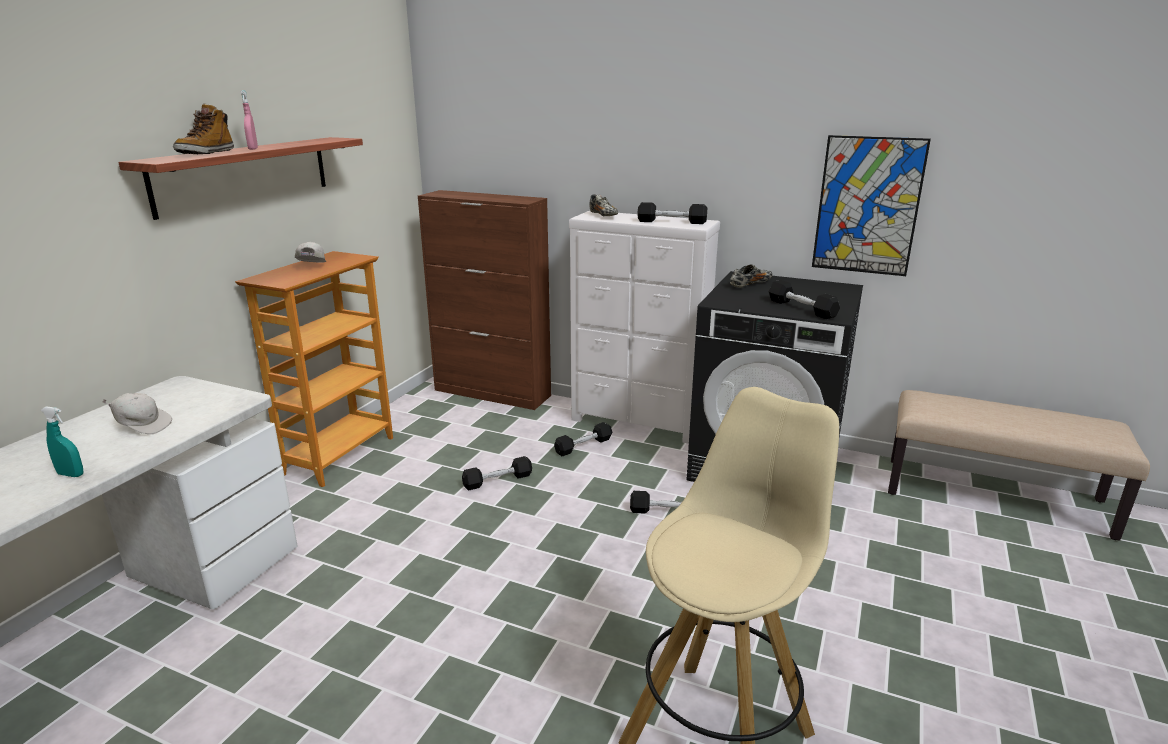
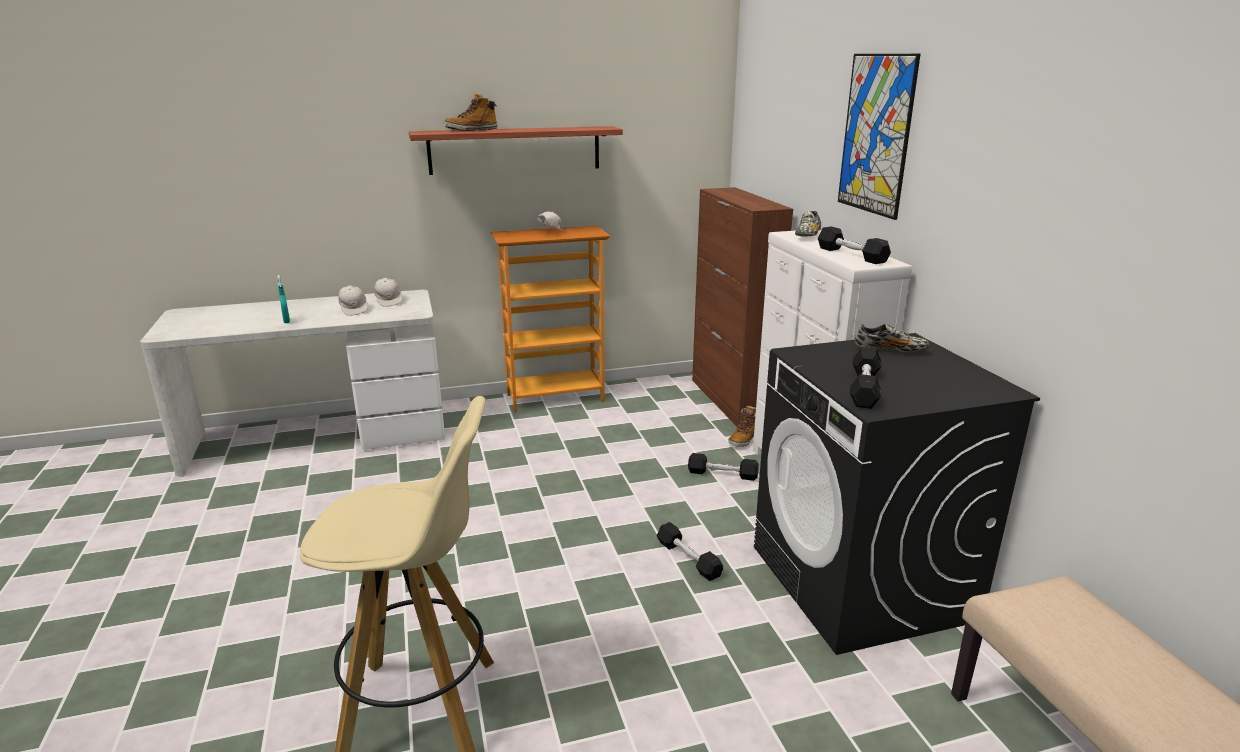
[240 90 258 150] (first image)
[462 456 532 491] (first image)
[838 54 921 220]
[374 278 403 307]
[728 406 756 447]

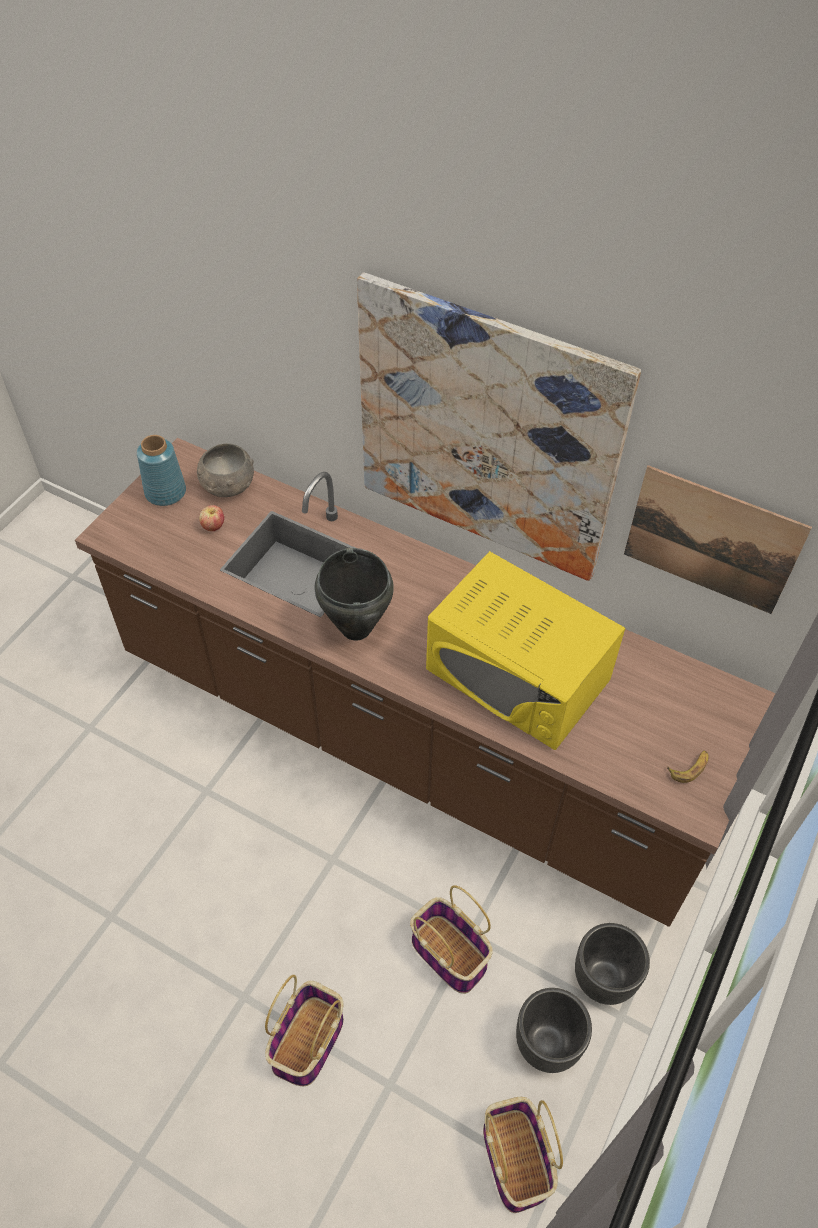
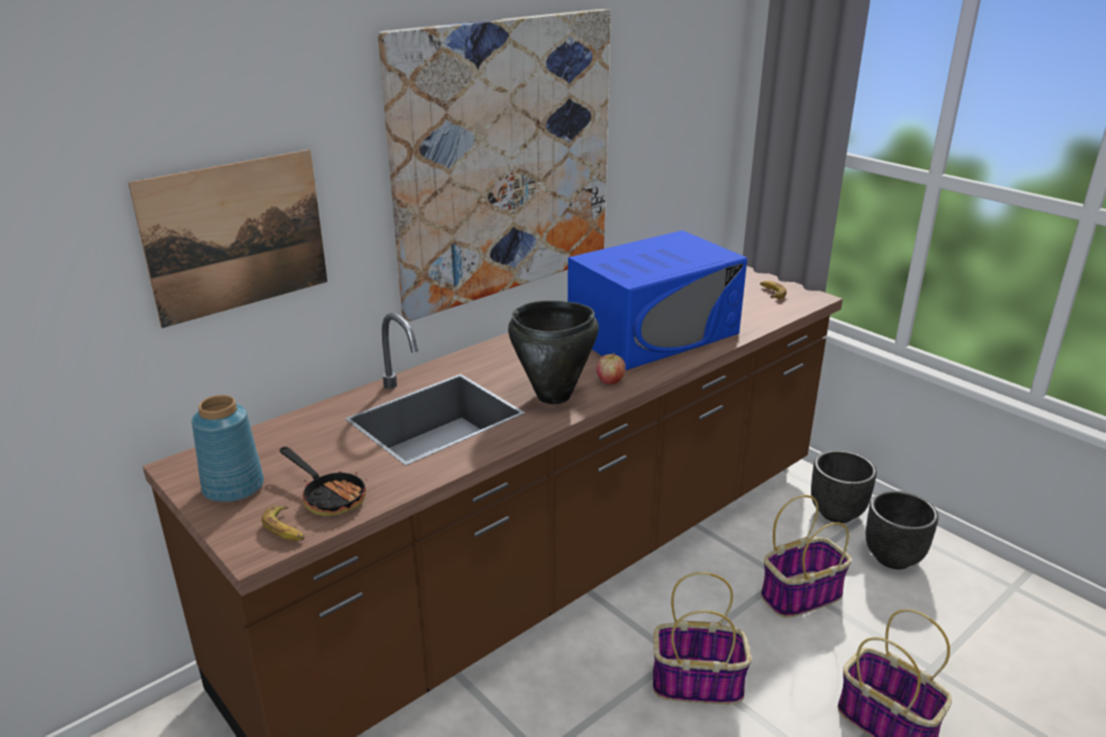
[197 443 254 497] (first image)
[597 352 626 384]
[568 230 747 370]
[653 572 752 704]
[128 150 328 328]
[262 506 304 541]
[280 447 368 516]

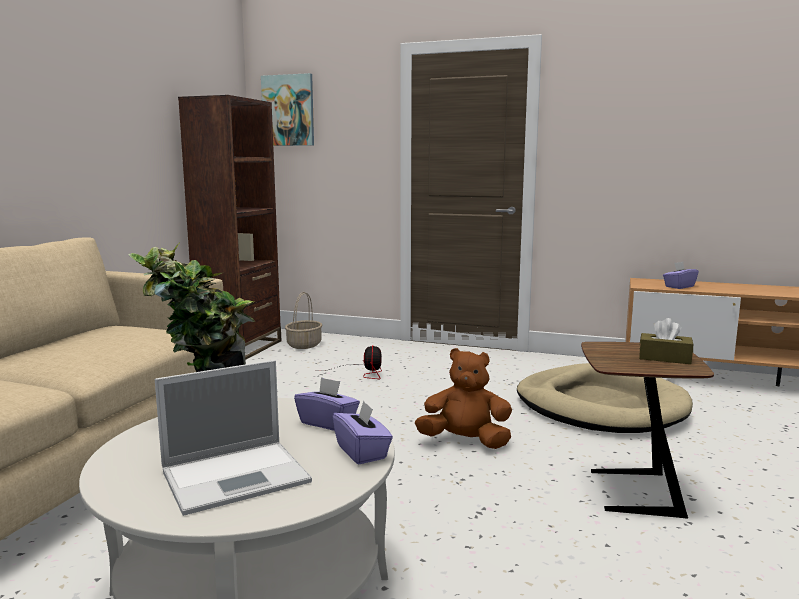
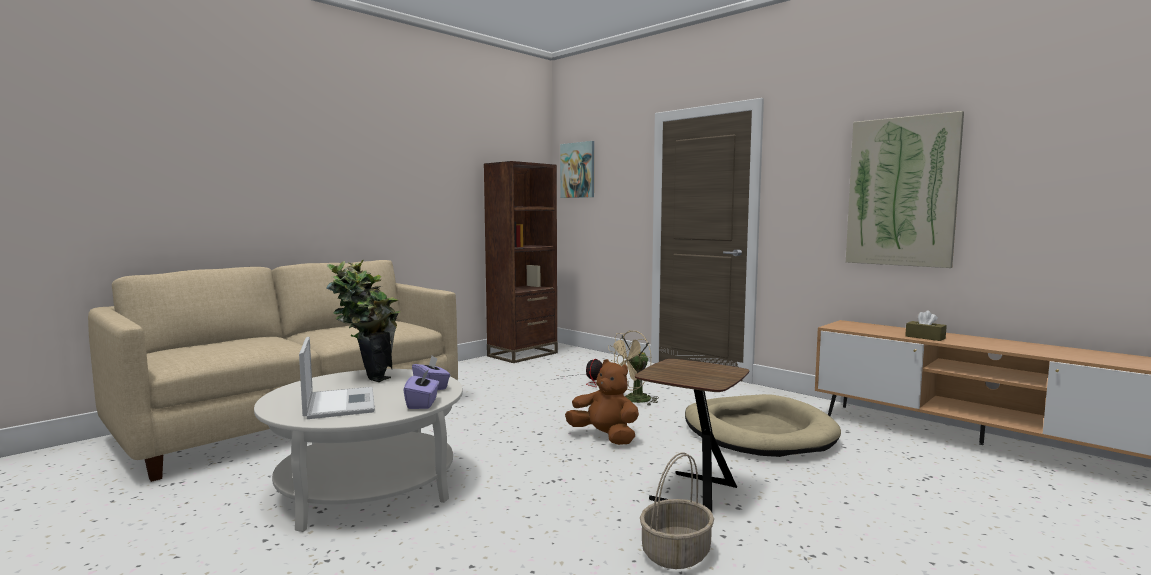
[299 337 375 419]
[640 452 714 569]
[905 310 947 341]
[663 262 699 289] (first image)
[608 331 659 405]
[846 111 964 268]

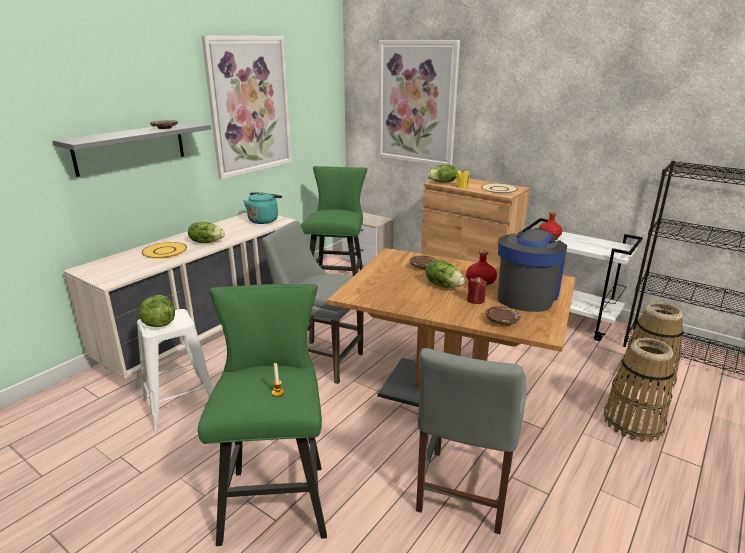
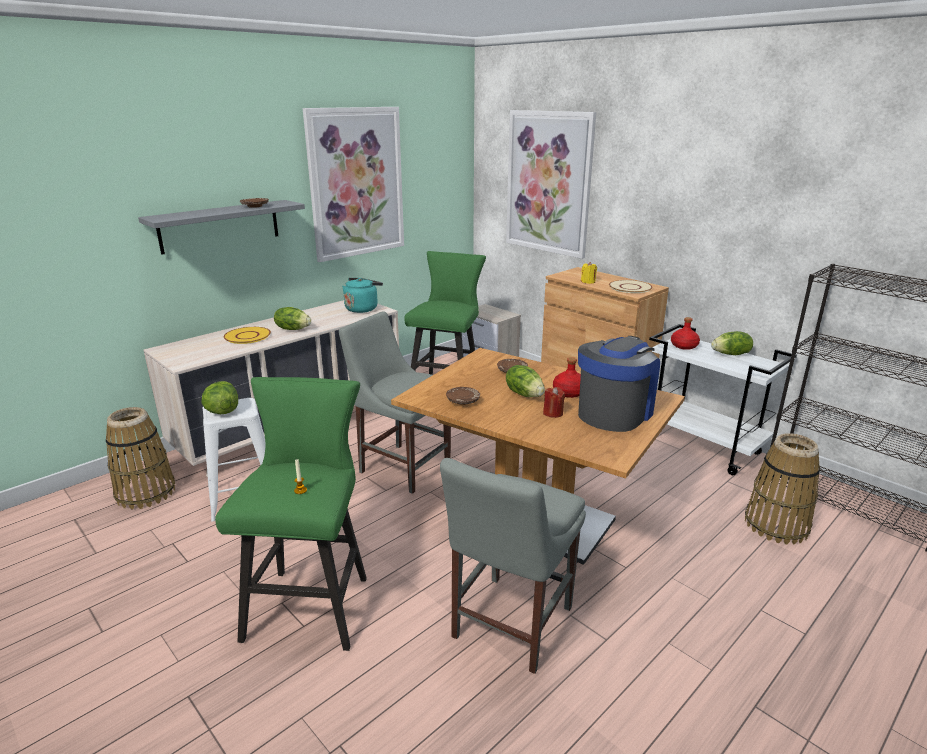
[711 331 753 355]
[446 387 480 405]
[106 407 176 510]

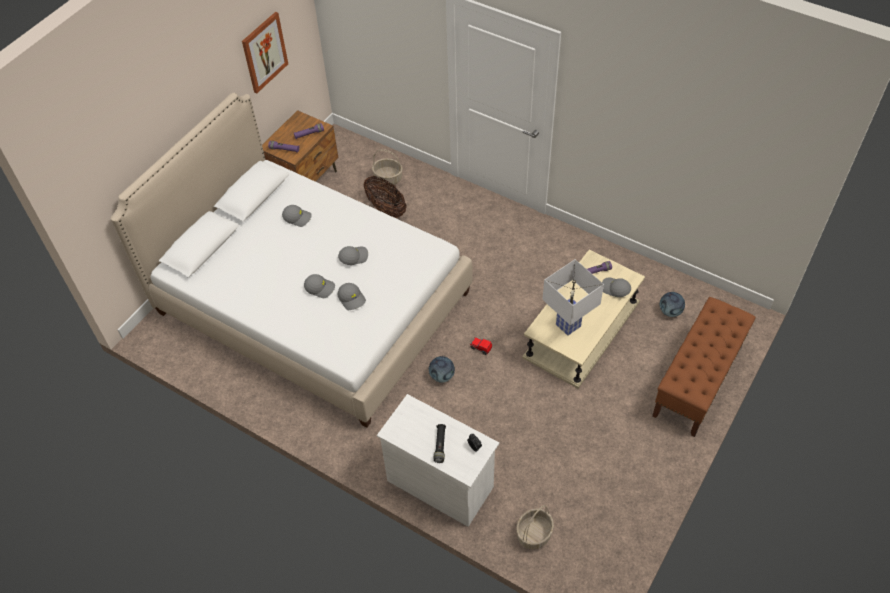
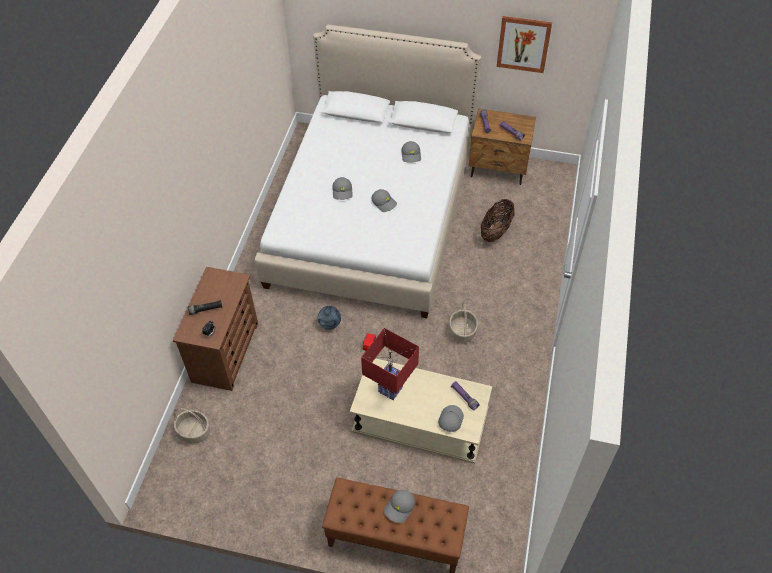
[384 490 415 523]
[449 302 478 343]
[173 267 258 391]
[361 328 419 400]
[660 292 685 317] (first image)

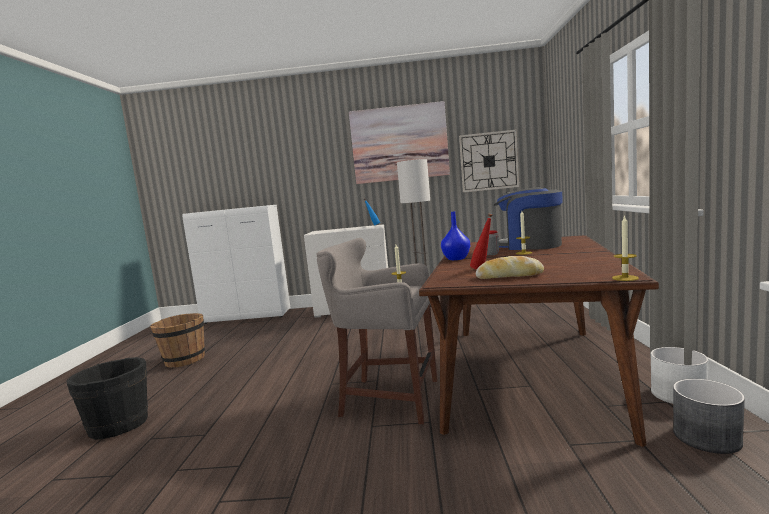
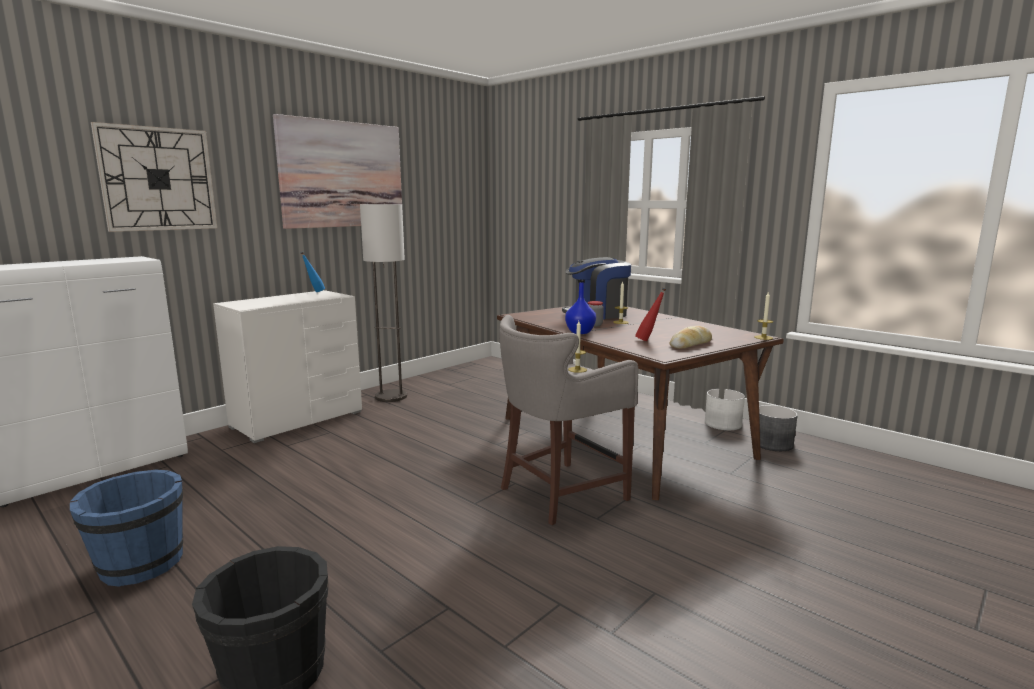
[70 469 183 587]
[91 122 217 232]

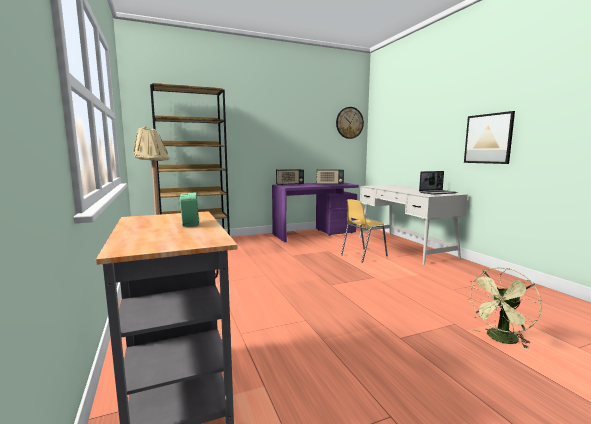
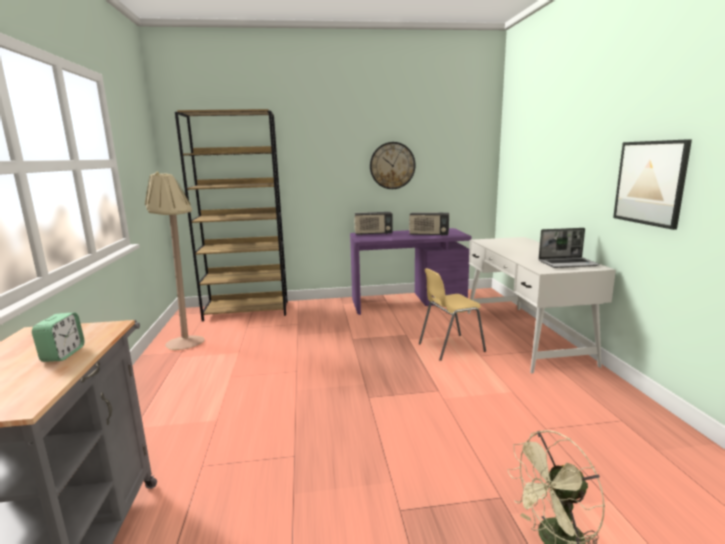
[370 142 415 189]

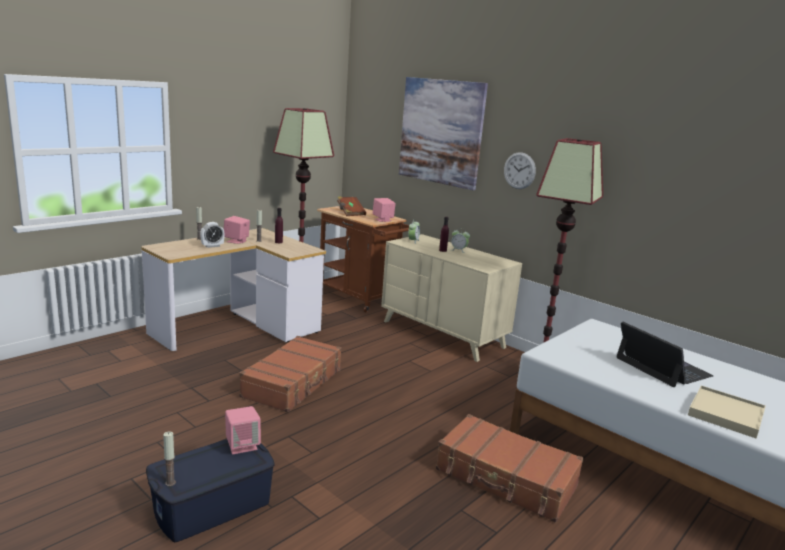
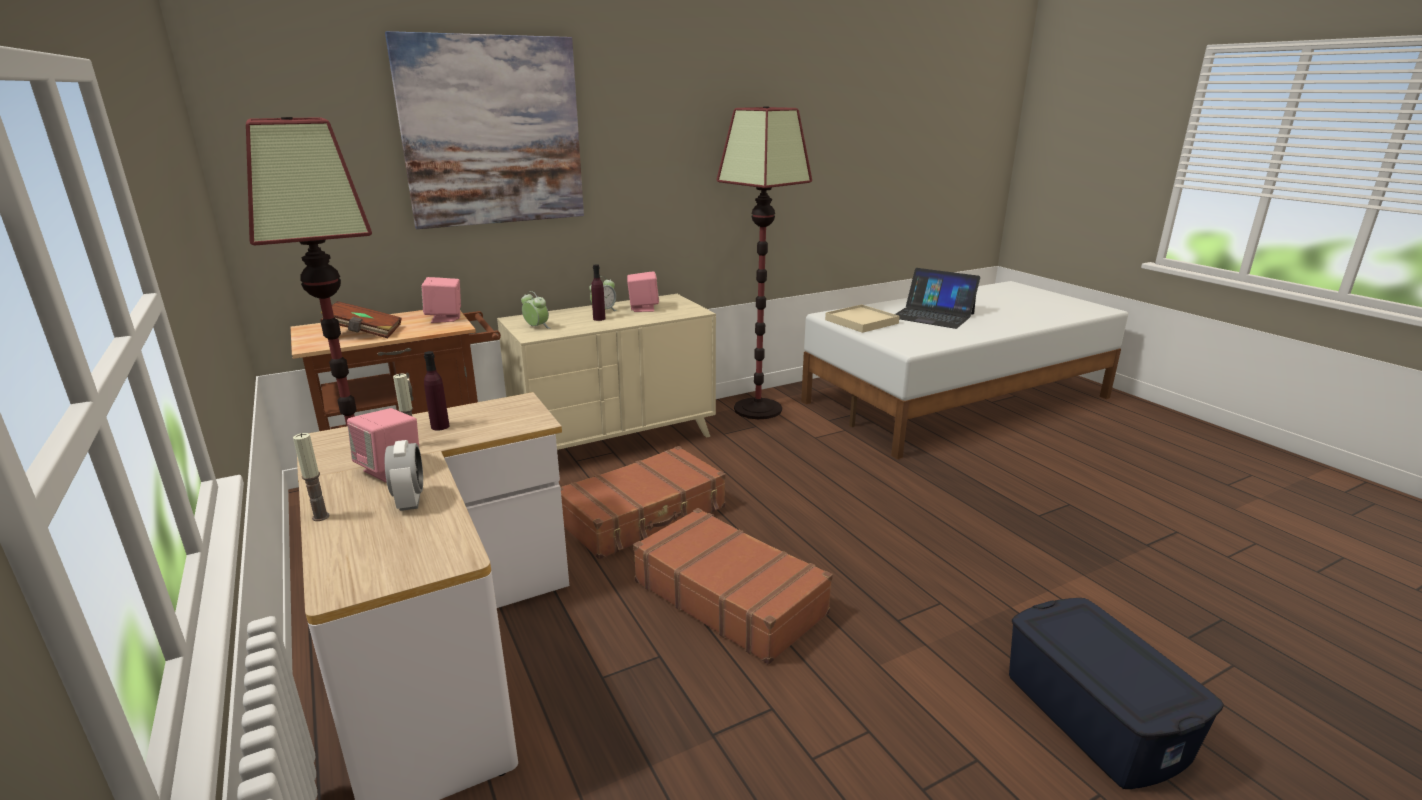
[163 431 176 486] (first image)
[627 271 659 312]
[560 446 726 559]
[504 152 536 189] (first image)
[895 268 980 329]
[825 304 900 333]

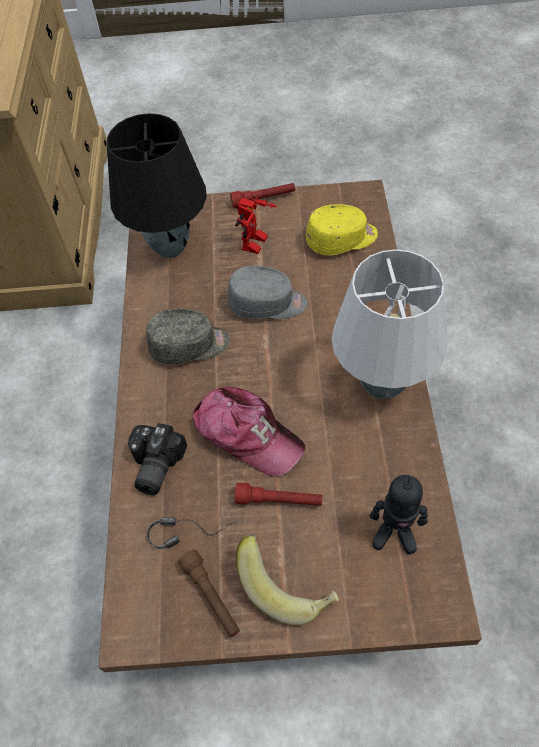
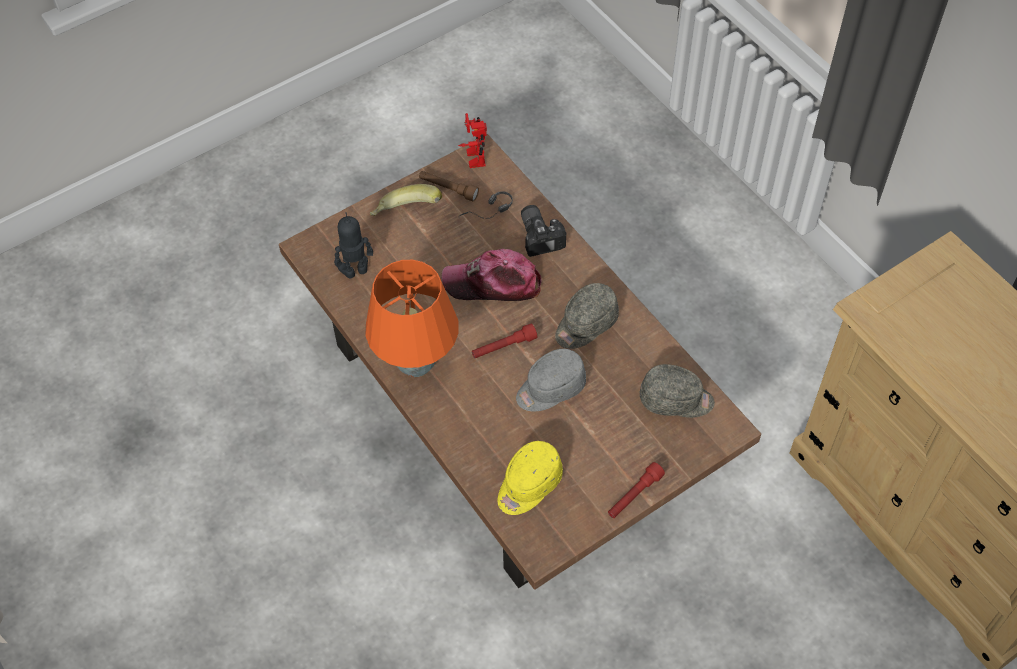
[640 364 715 418]
[458 113 487 168]
[472 324 537 358]
[365 260 459 377]

